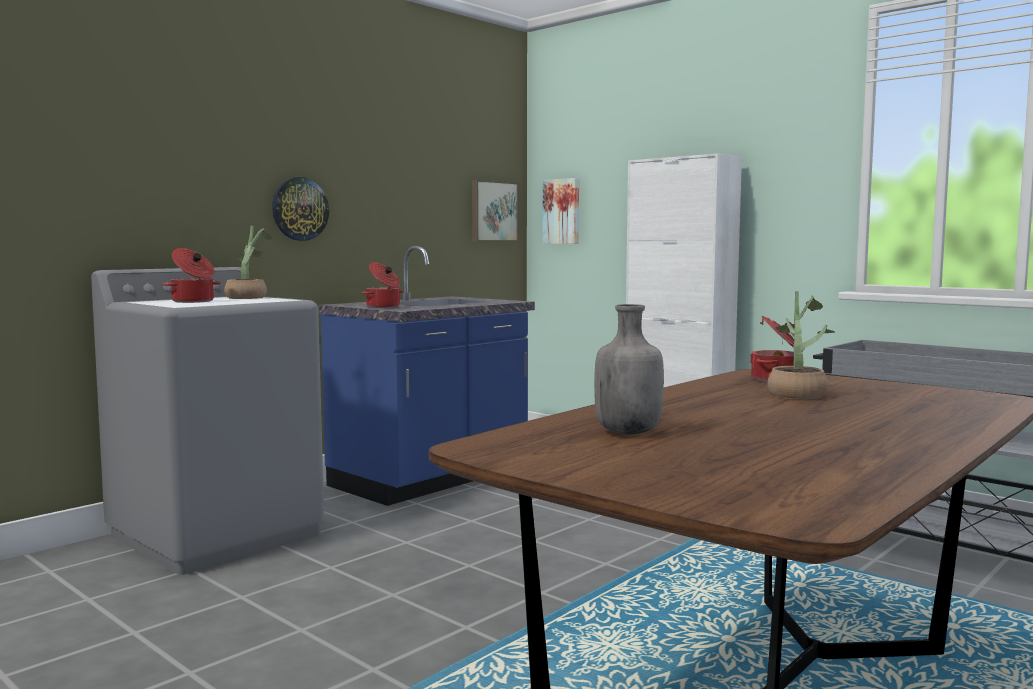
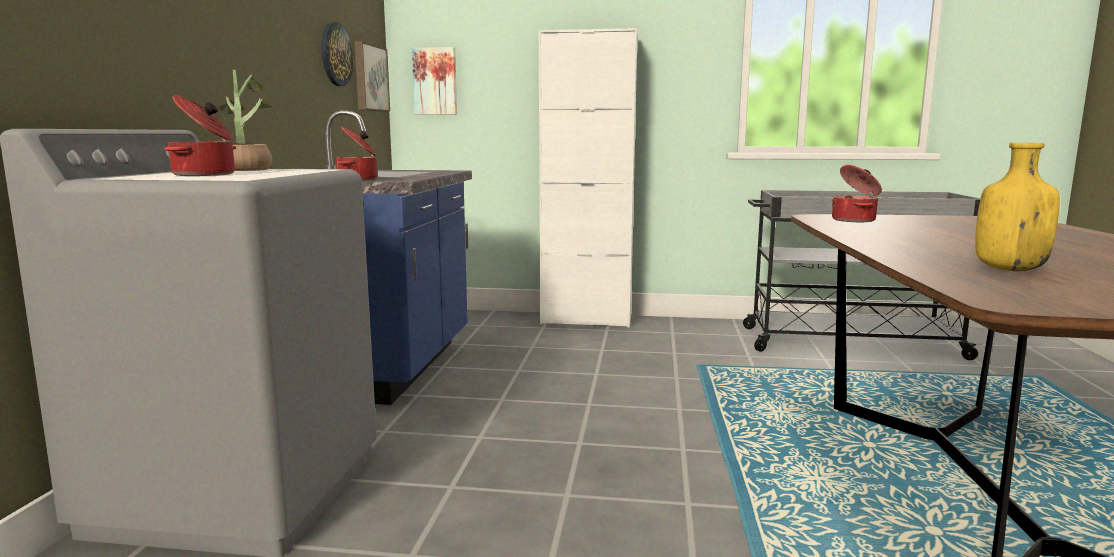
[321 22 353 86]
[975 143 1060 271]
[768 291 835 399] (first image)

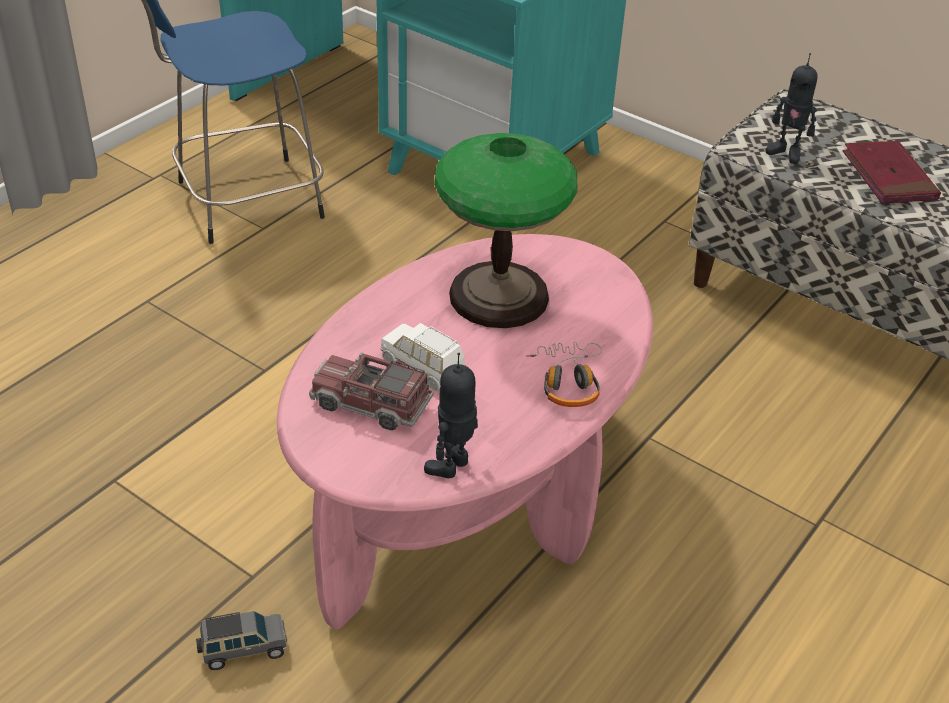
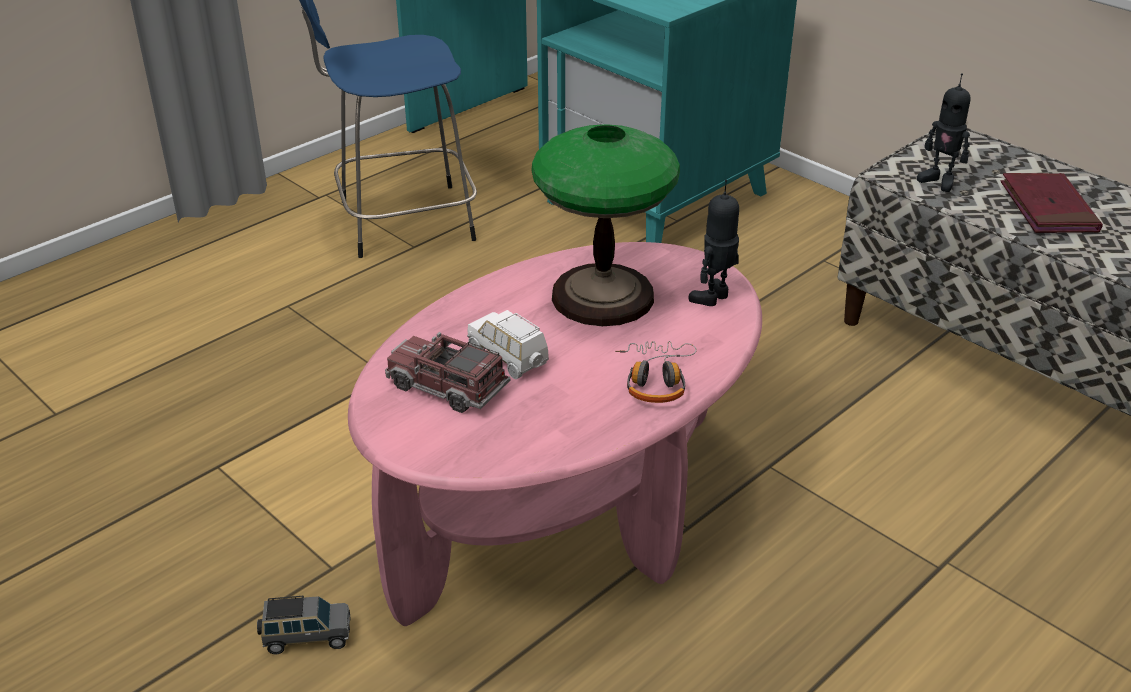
[688 180 739 306]

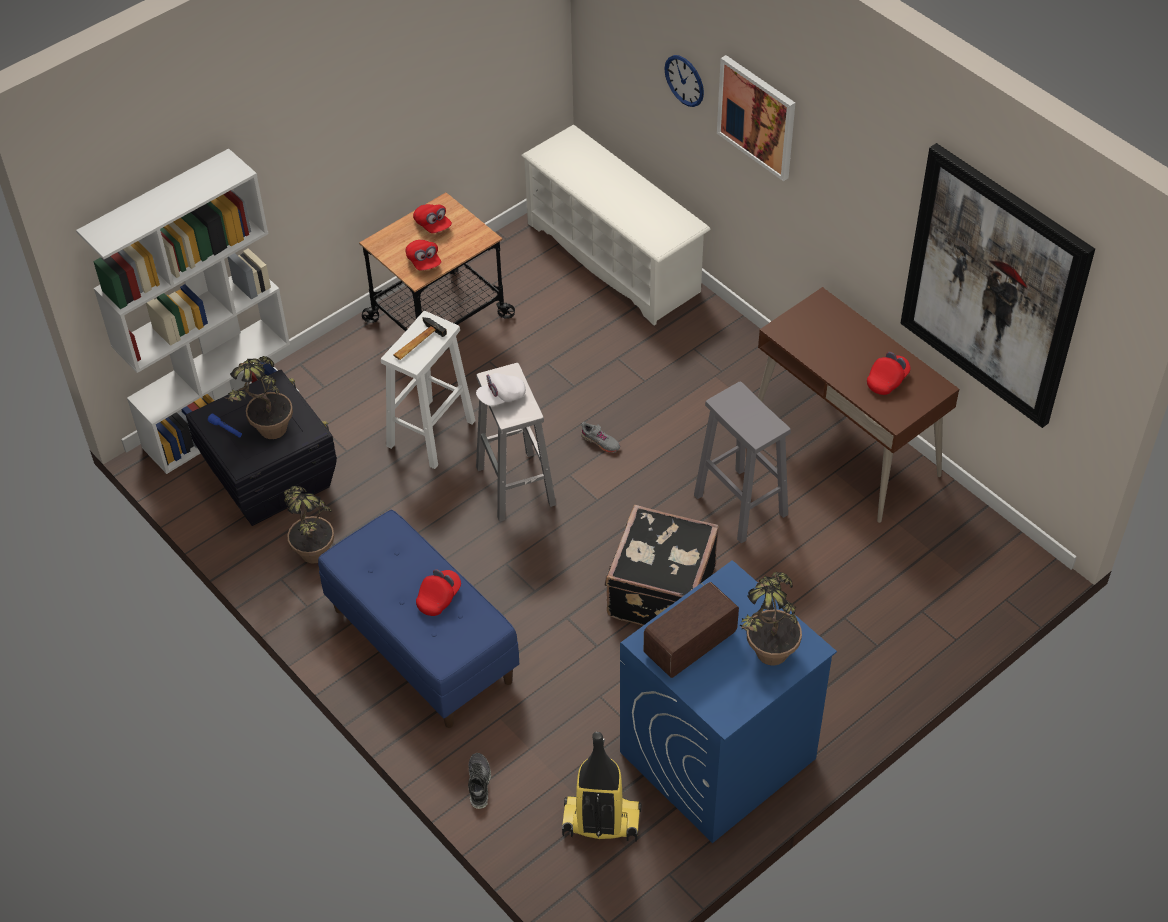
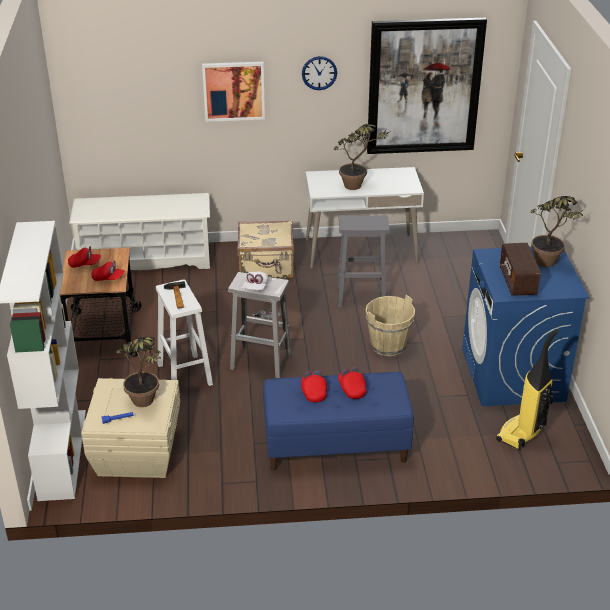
[81 378 180 478]
[334 124 391 190]
[468 753 491 809] (first image)
[366 295 415 356]
[302 56 337 90]
[306 167 424 269]
[301 371 327 402]
[237 220 294 279]

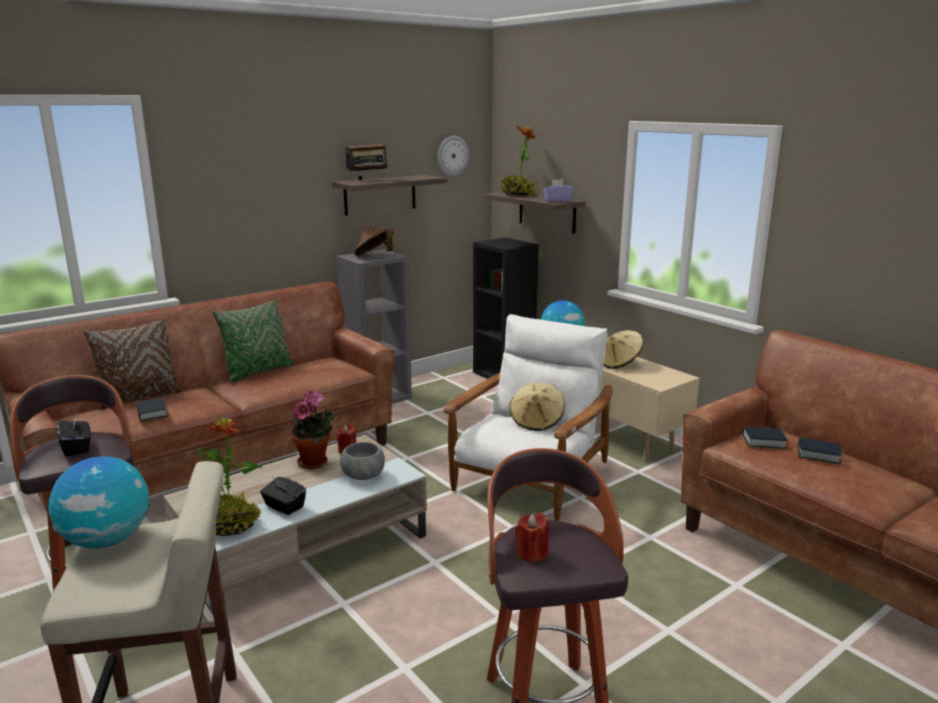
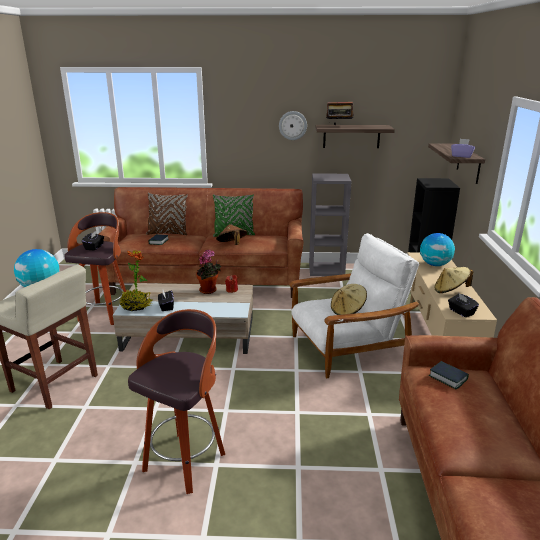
[340 442 385 480] (first image)
[216 224 248 245]
[279 111 307 140]
[500 125 538 195] (first image)
[515 513 549 563] (first image)
[798 437 842 464] (first image)
[448 293 479 317]

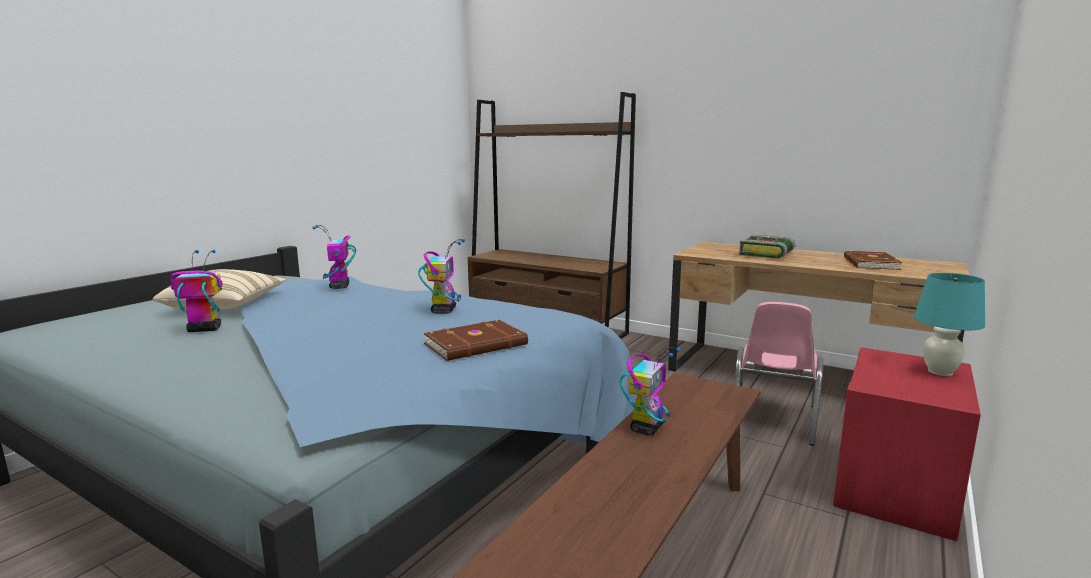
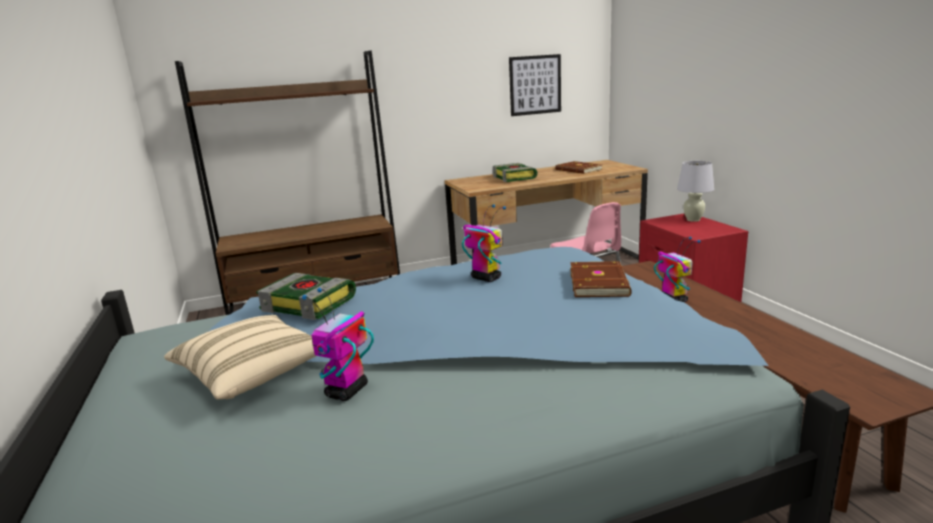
[256 273 356 320]
[677 161 714 222]
[509 54 561 116]

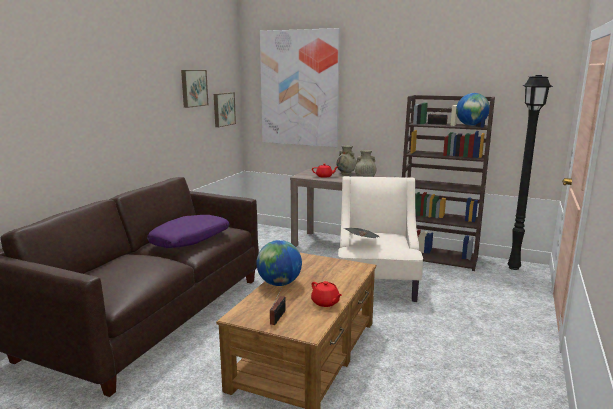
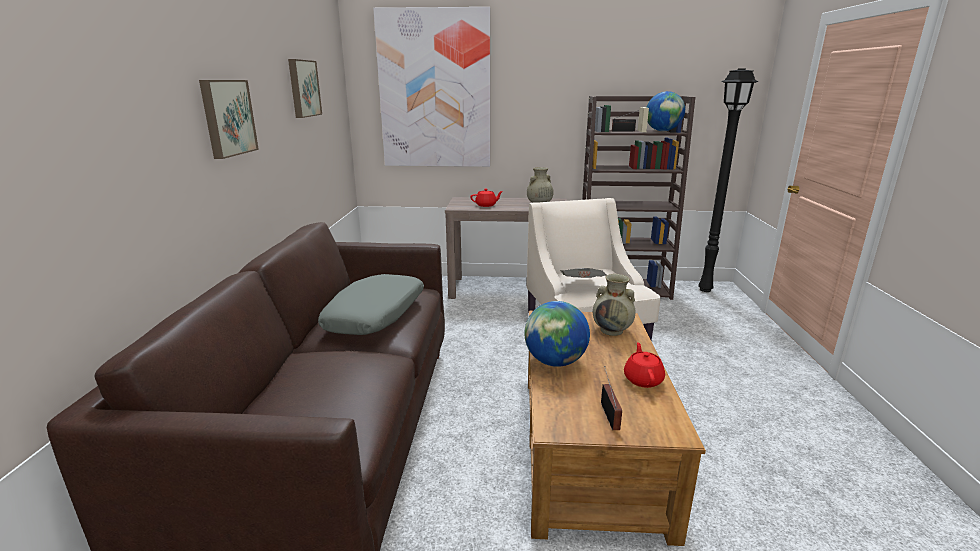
[318 274 424 335]
[199 80 259 159]
[624 342 665 388]
[593 274 635 336]

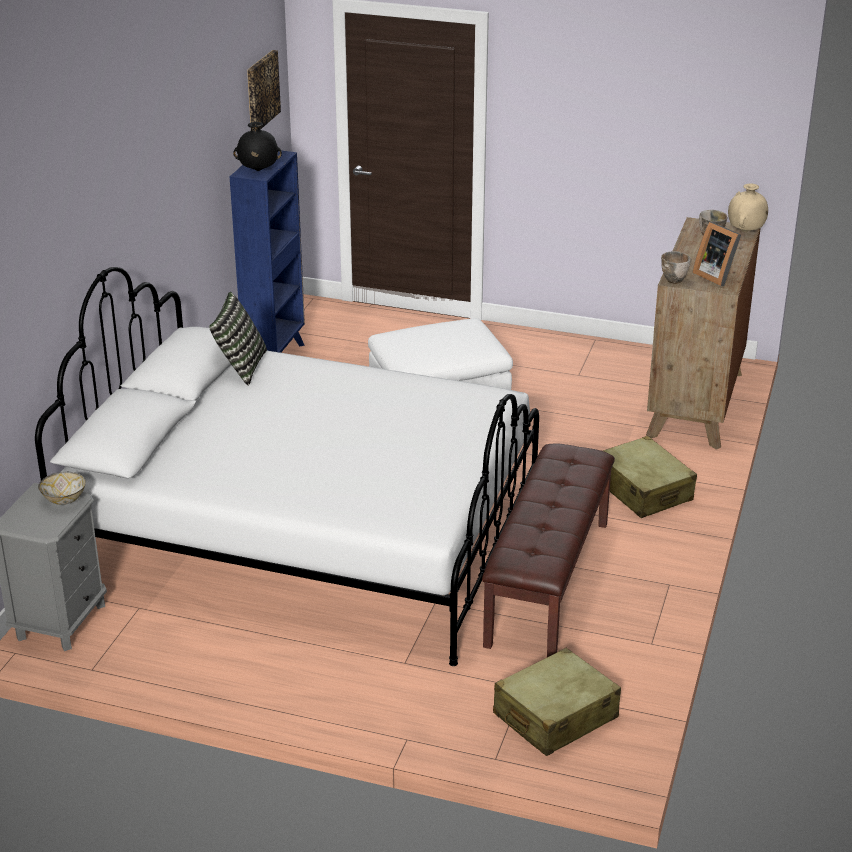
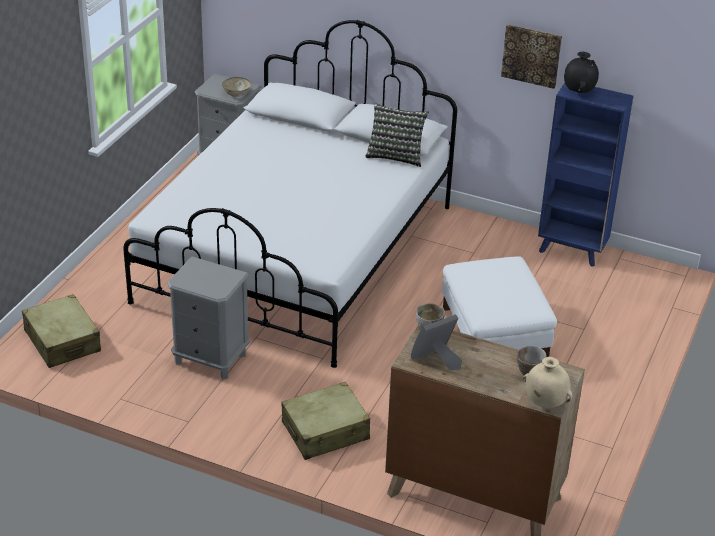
[501 24 562 89]
[167 257 250 380]

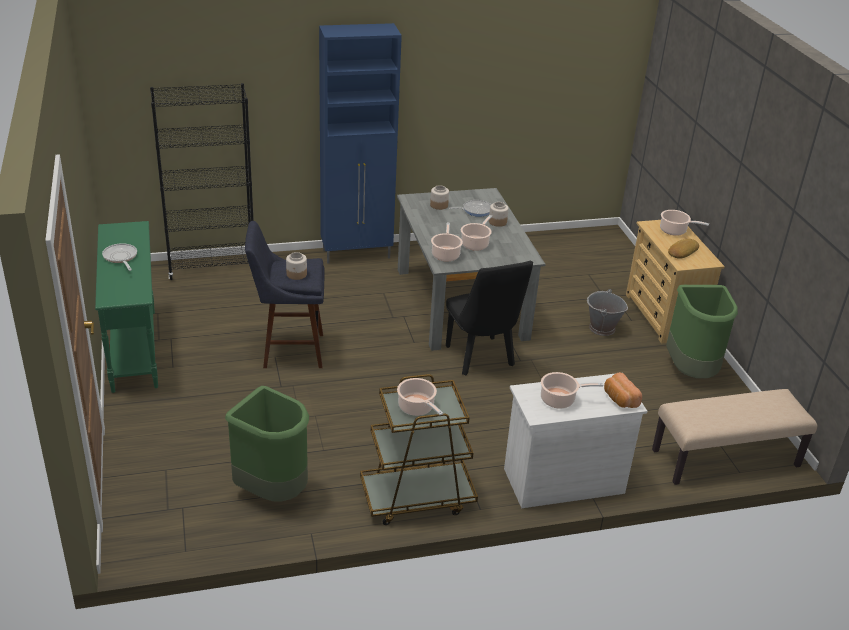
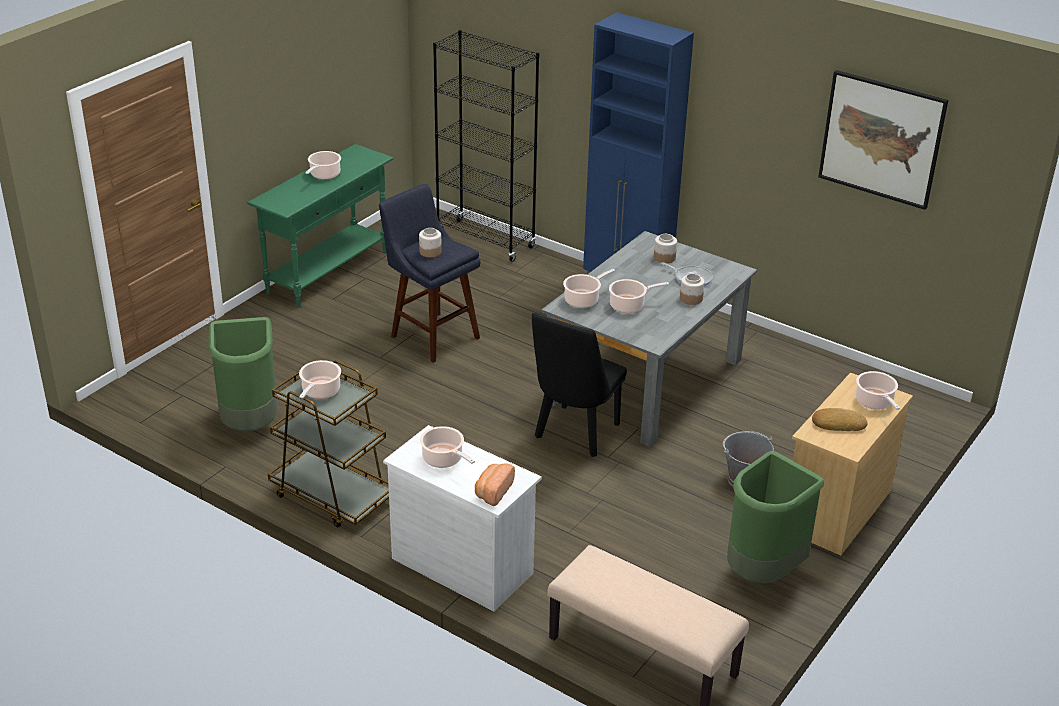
[305 151 341 180]
[818 70 948 210]

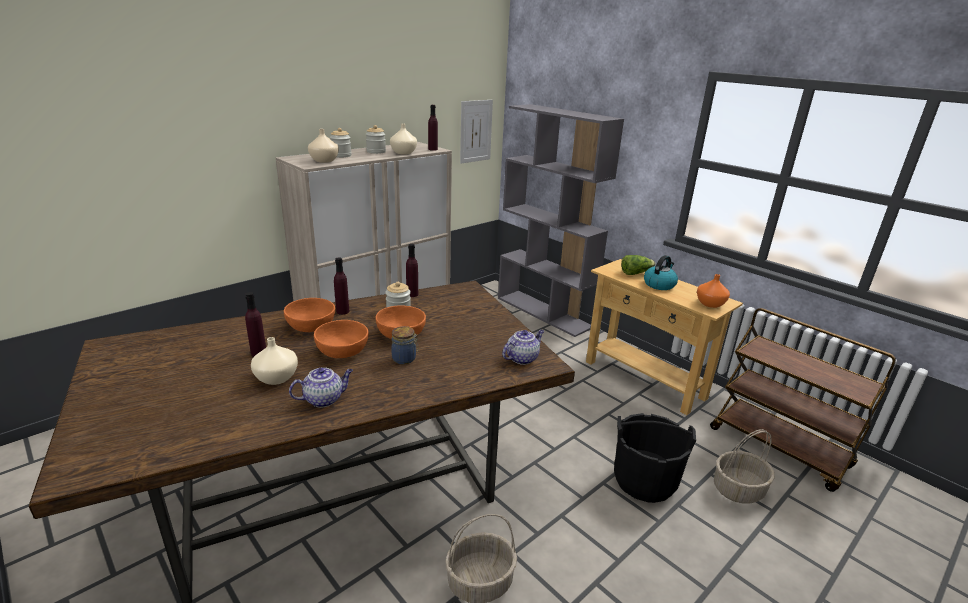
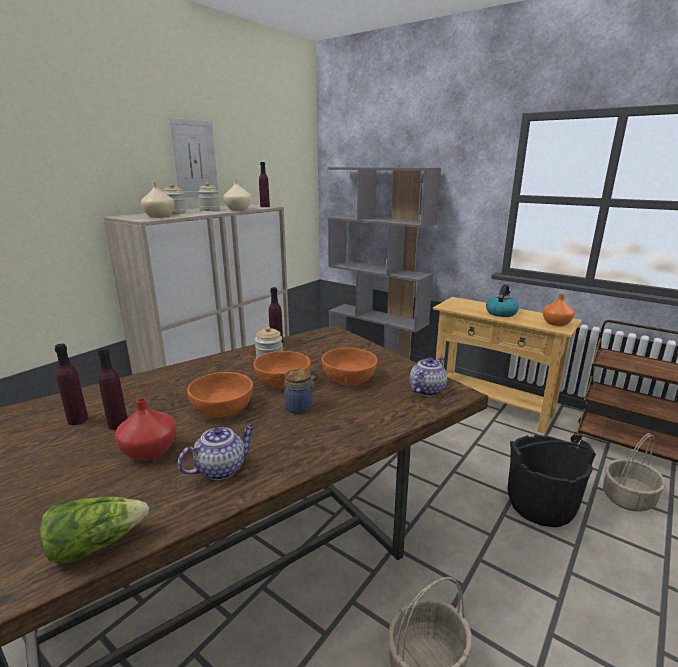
[115 398 177 461]
[322 348 378 385]
[54 344 88 425]
[169 118 219 197]
[40 497 149 564]

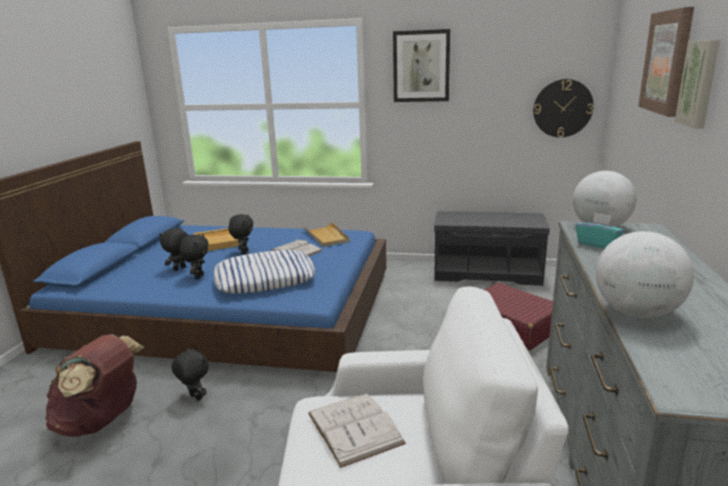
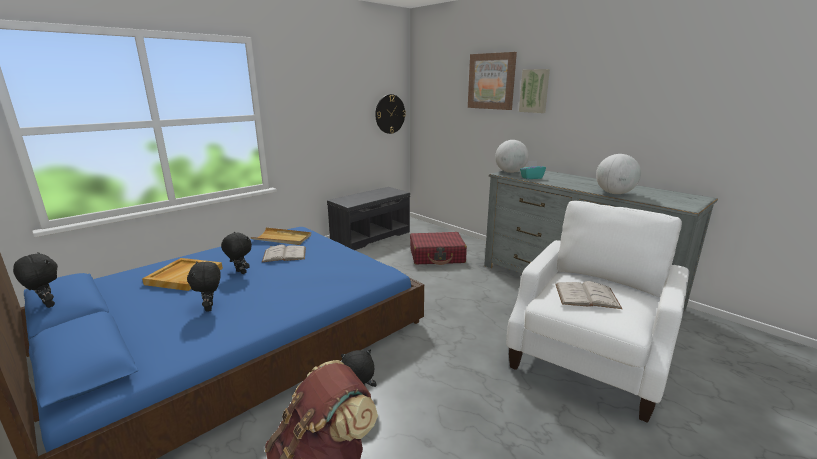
[13 252 58 308]
[214 250 315 293] (first image)
[393 29 450 102] (first image)

